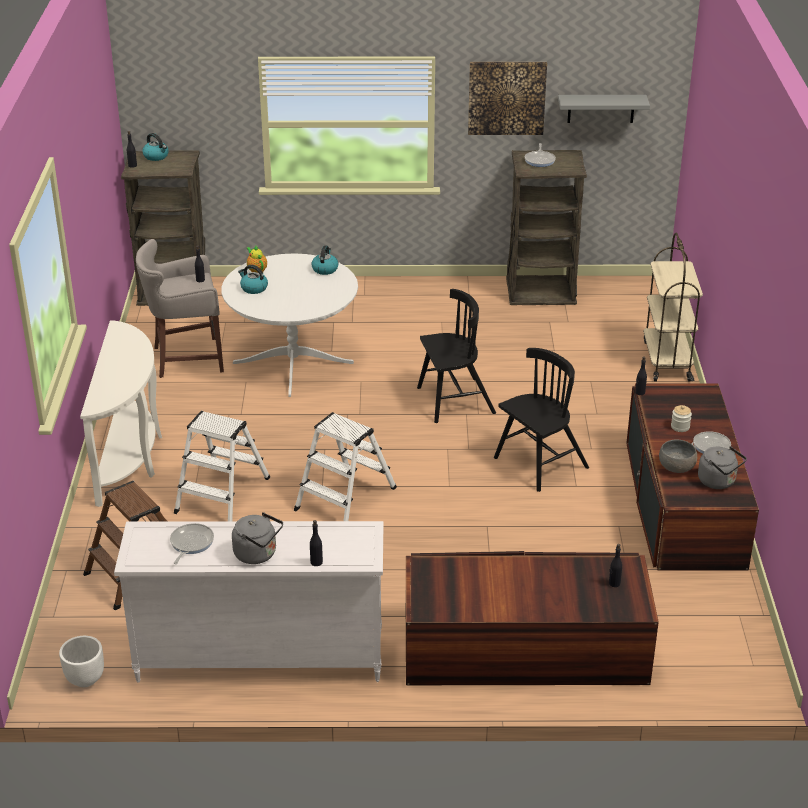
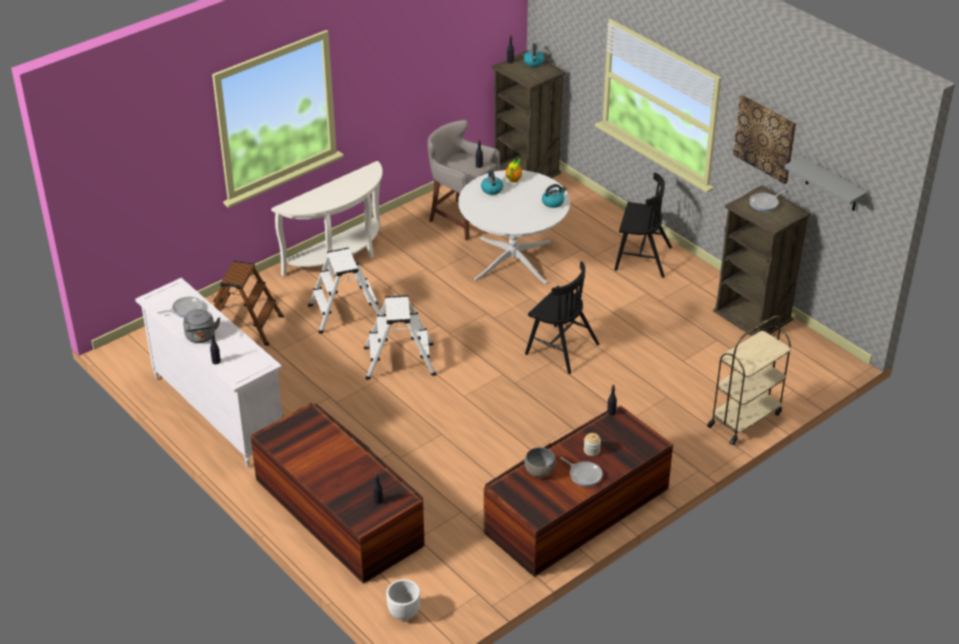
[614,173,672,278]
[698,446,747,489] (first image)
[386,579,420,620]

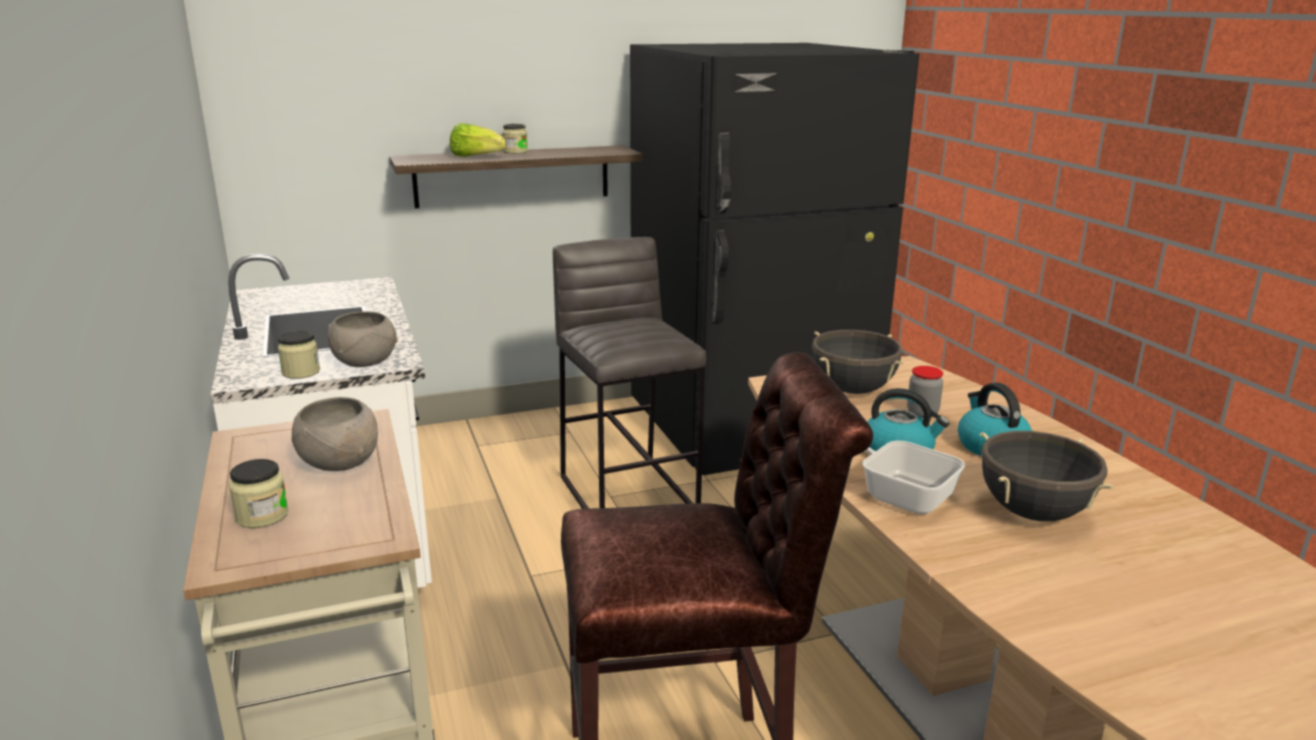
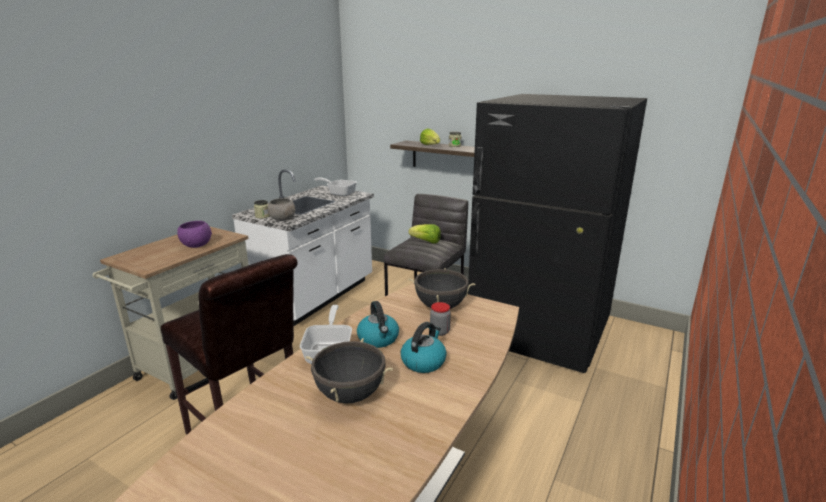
[178,221,212,248]
[229,459,289,528] (first image)
[314,177,357,196]
[408,224,441,244]

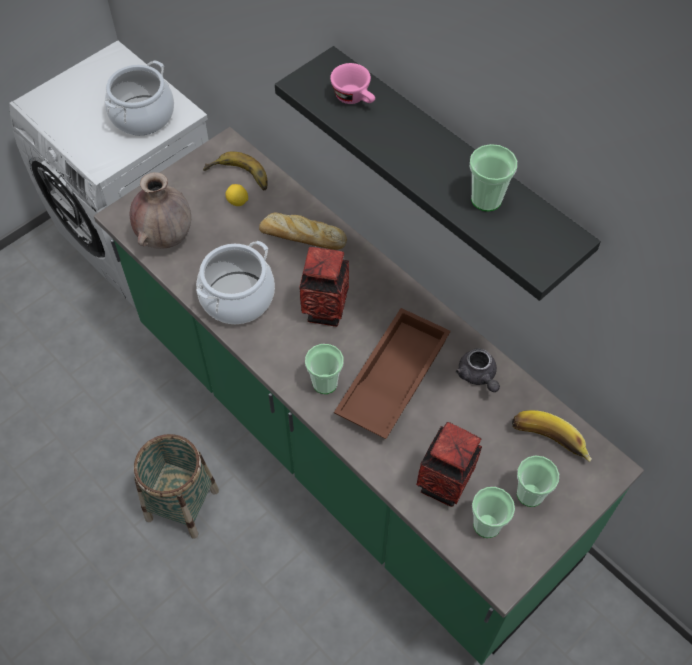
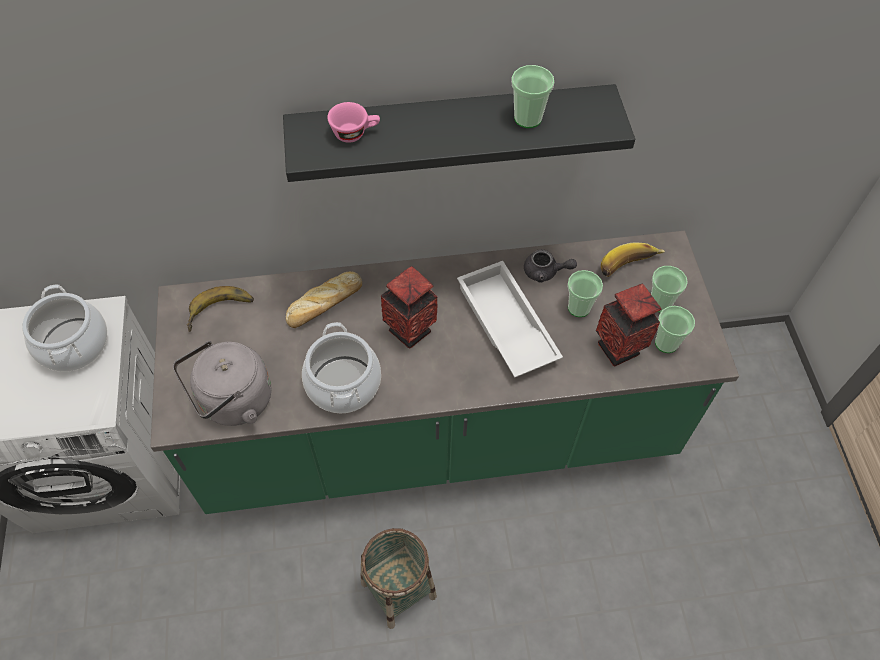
[173,341,271,426]
[225,184,248,206] (first image)
[457,261,563,378]
[567,270,603,317]

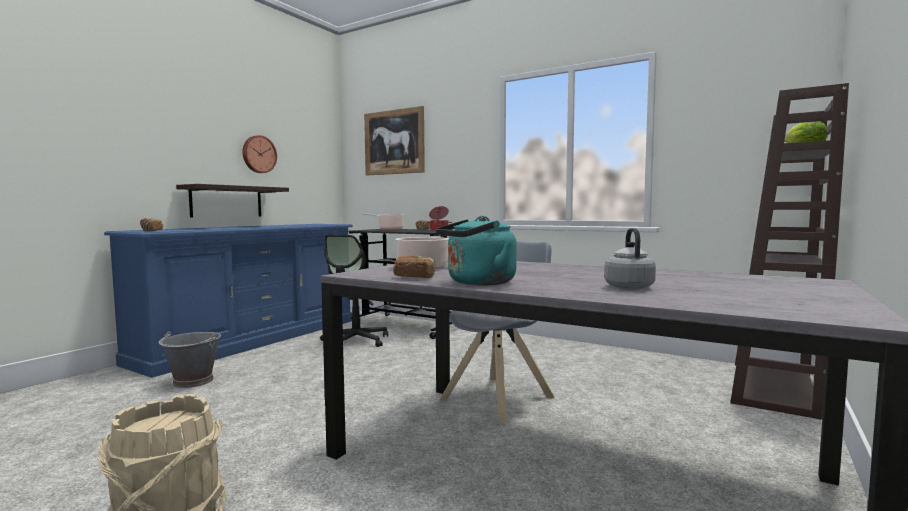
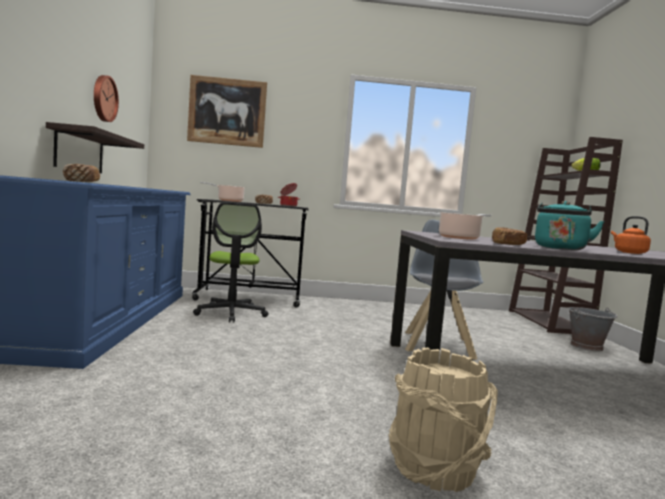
[611,216,651,254]
[568,307,618,352]

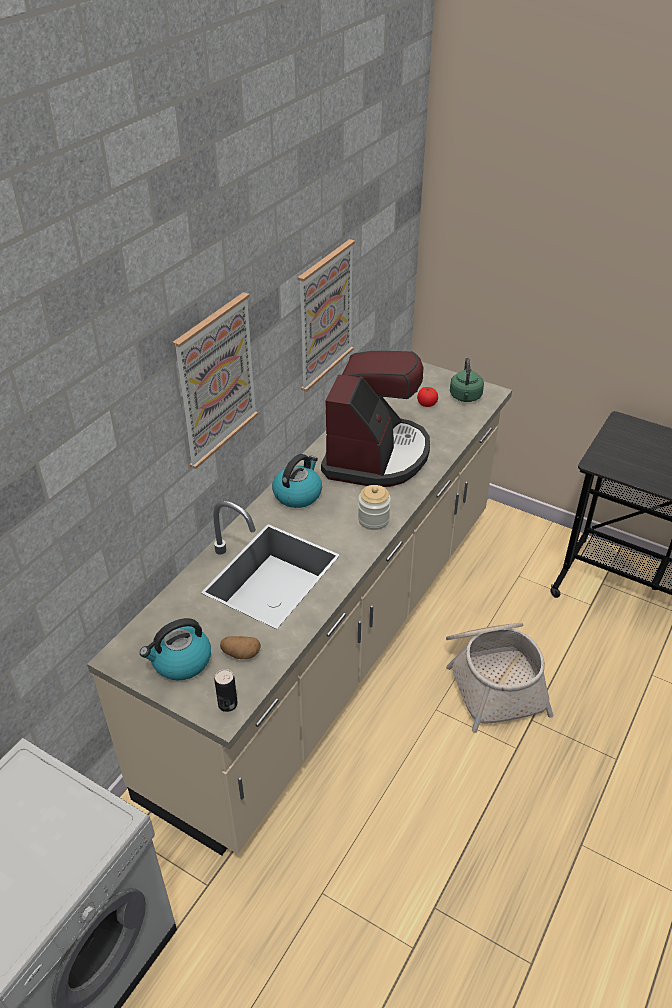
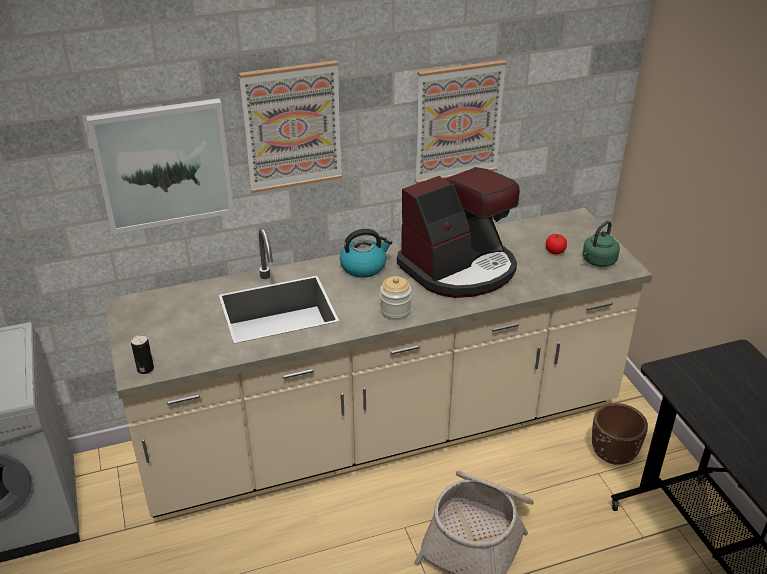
[140,618,211,681] (first image)
[220,636,261,659] (first image)
[86,98,234,234]
[592,403,648,464]

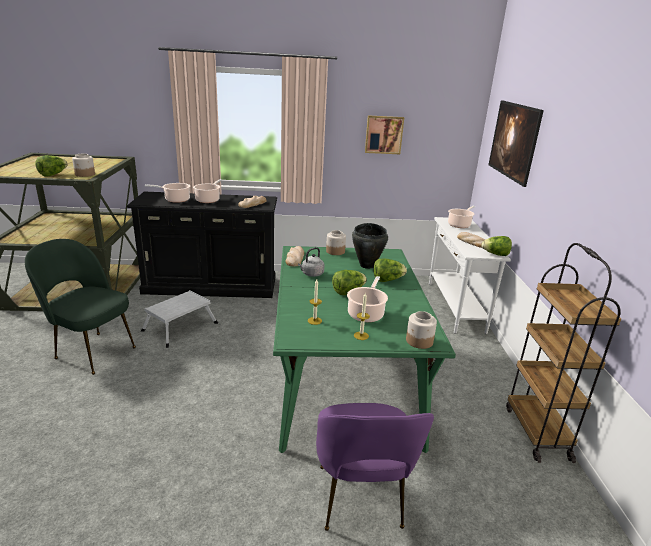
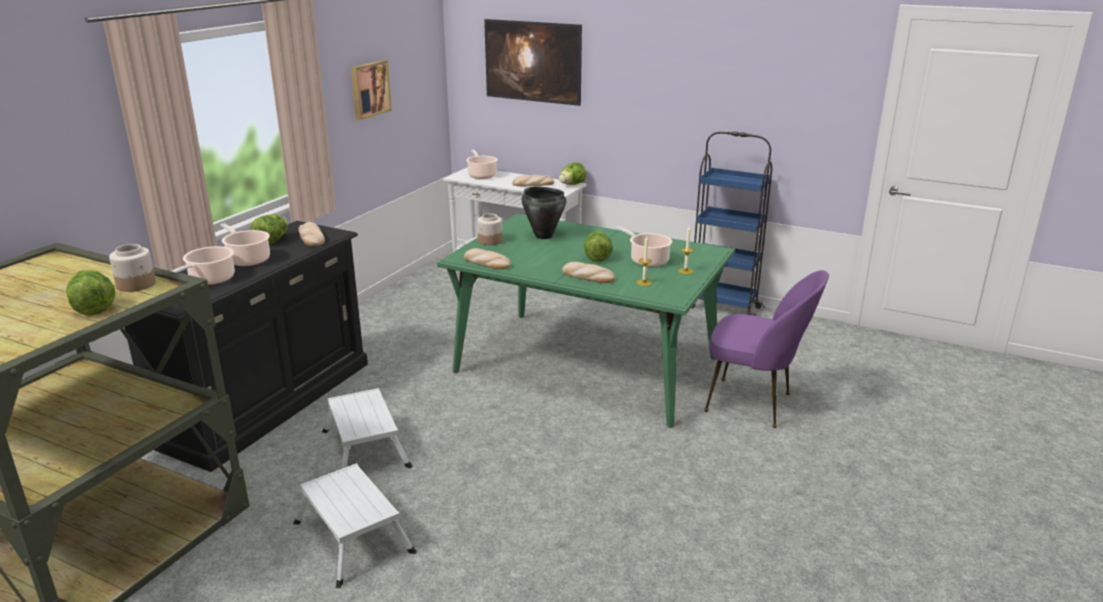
[293,463,417,588]
[692,132,772,316]
[298,247,325,277] (first image)
[251,214,288,245]
[406,311,437,349] (first image)
[562,262,615,283]

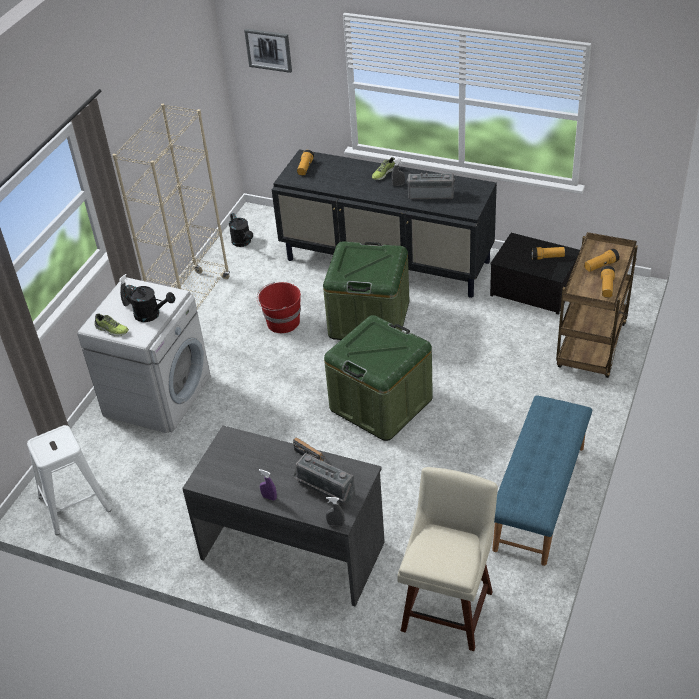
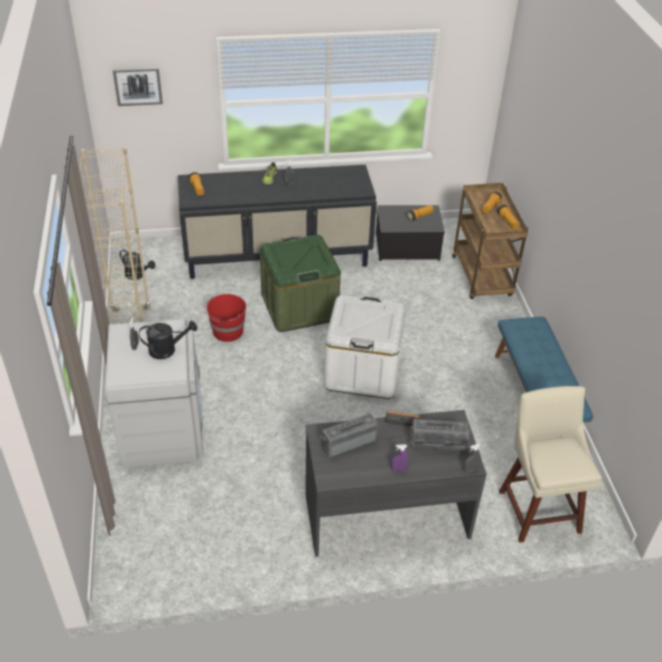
[319,413,378,458]
[95,314,129,336] (first image)
[324,295,406,399]
[27,425,111,535] (first image)

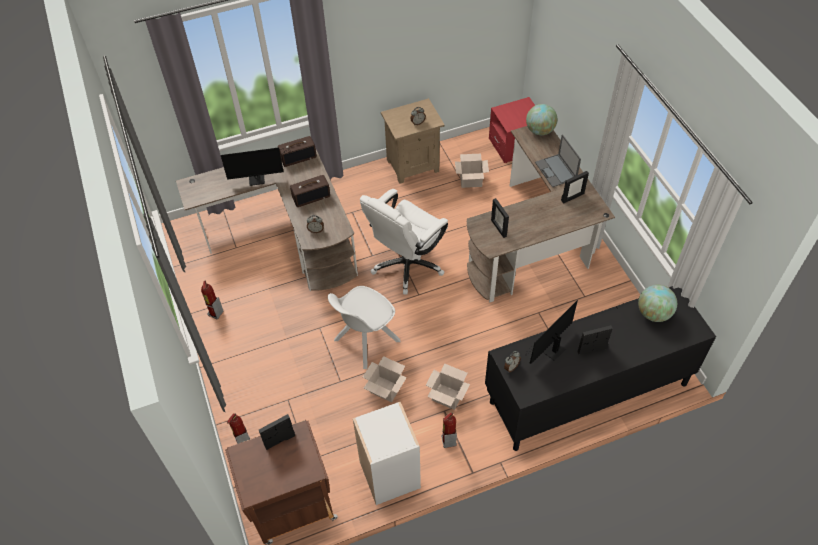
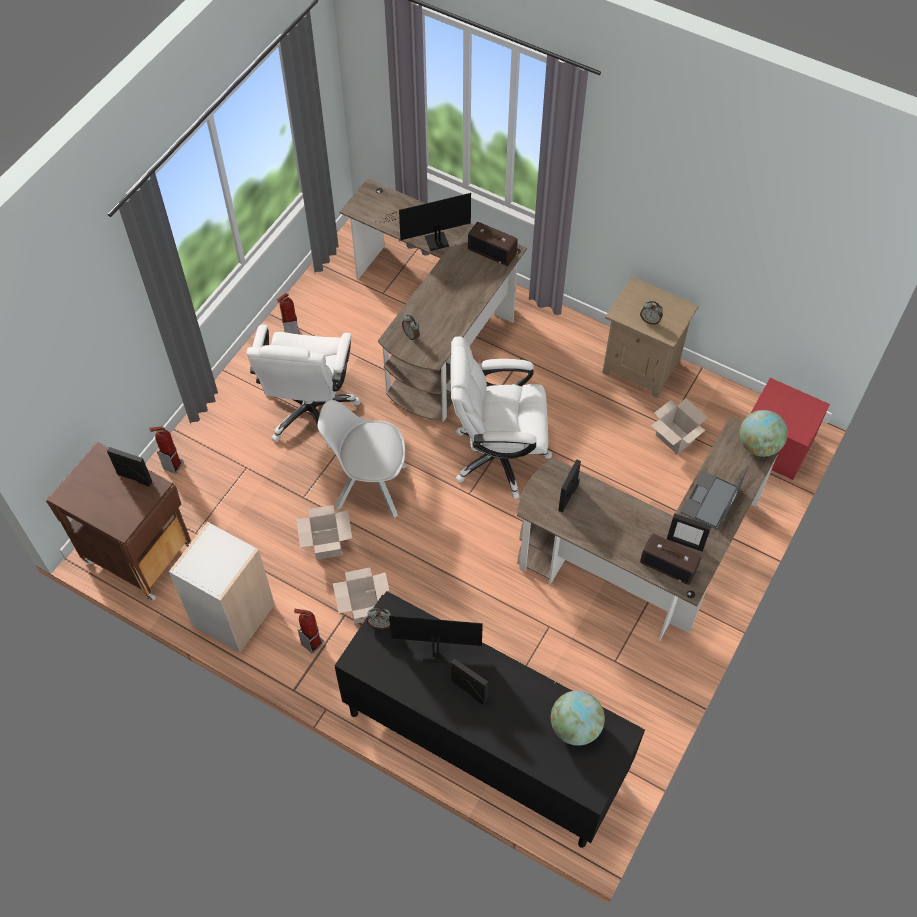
[378,193,471,251]
[640,534,702,585]
[247,324,361,448]

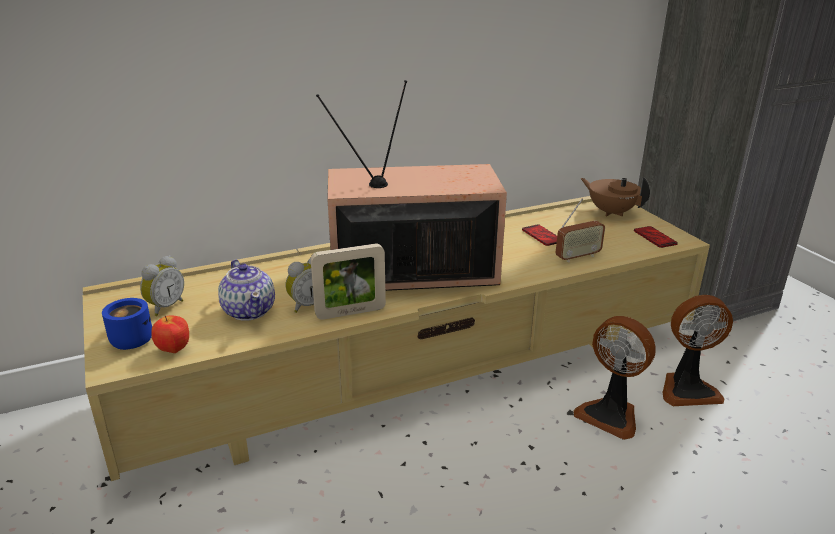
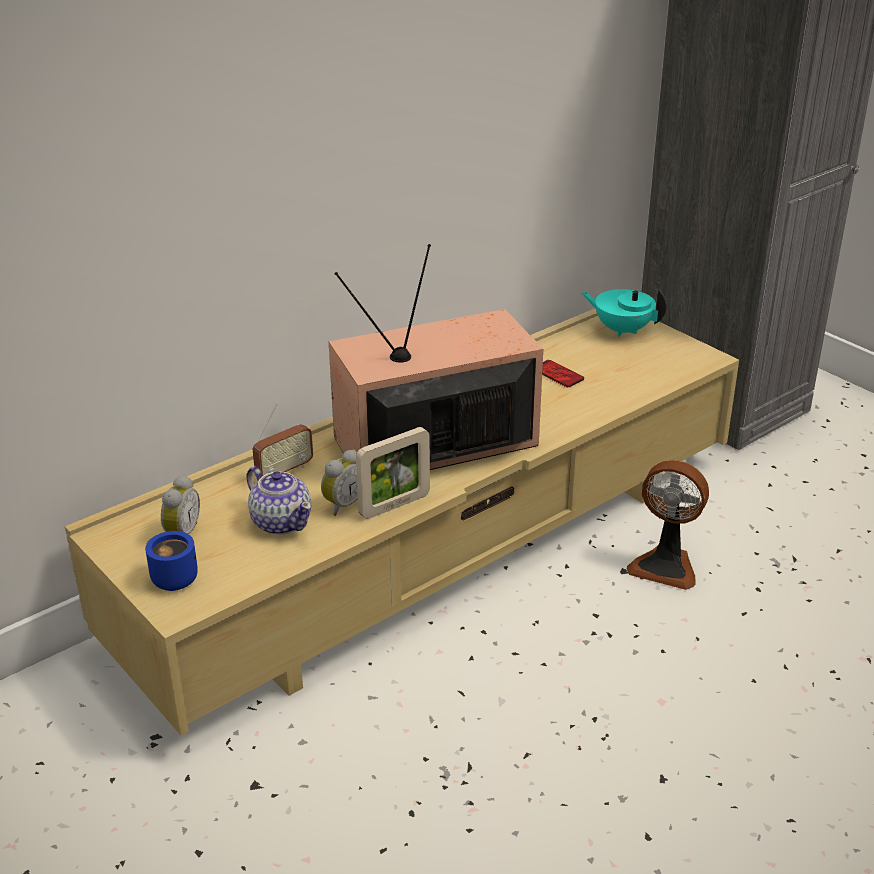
[582,289,667,337]
[252,404,313,476]
[634,226,678,248] (first image)
[662,295,733,406] (first image)
[151,315,189,353] (first image)

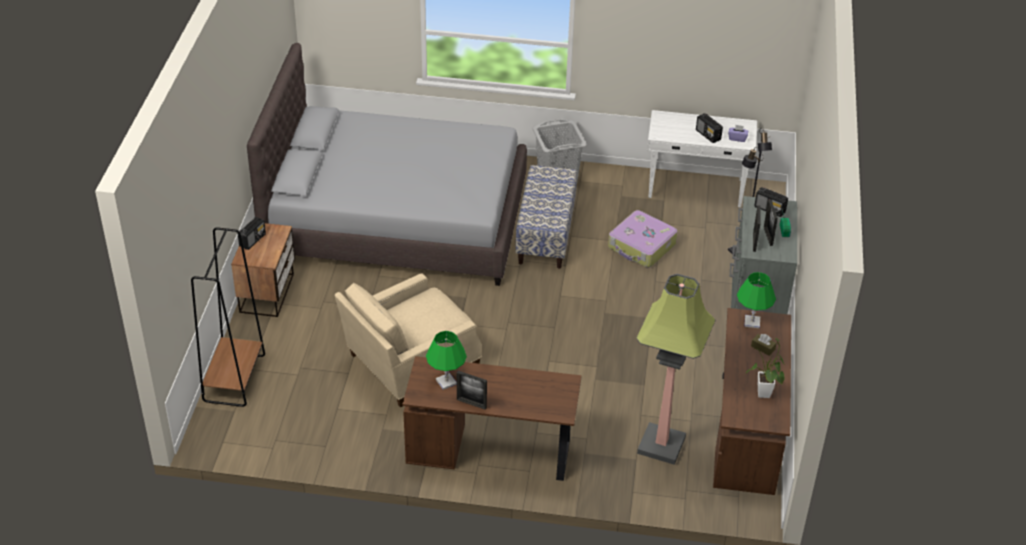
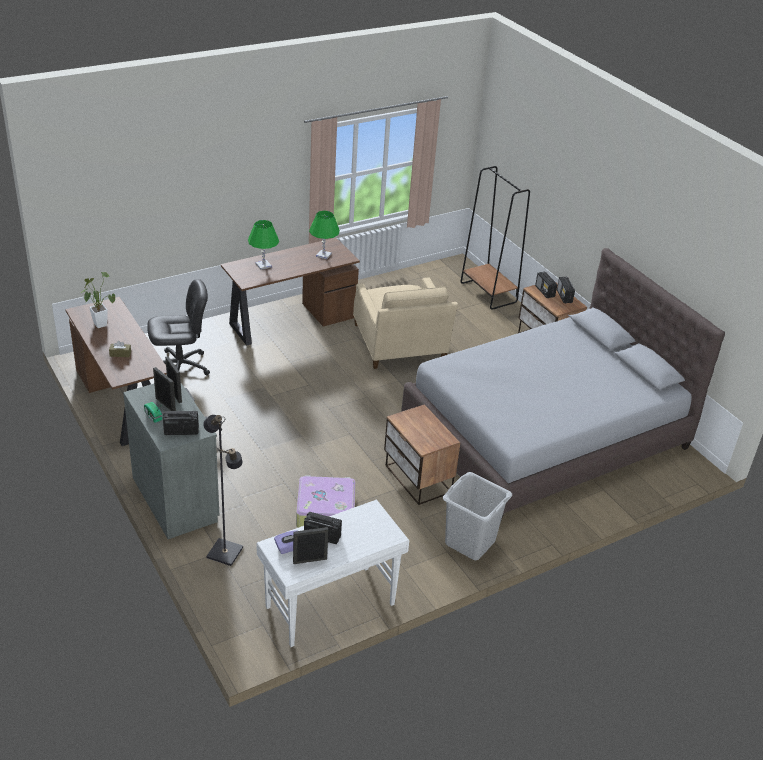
[384,404,460,505]
[248,220,279,270]
[353,278,458,369]
[147,279,210,375]
[293,527,328,564]
[535,272,557,298]

